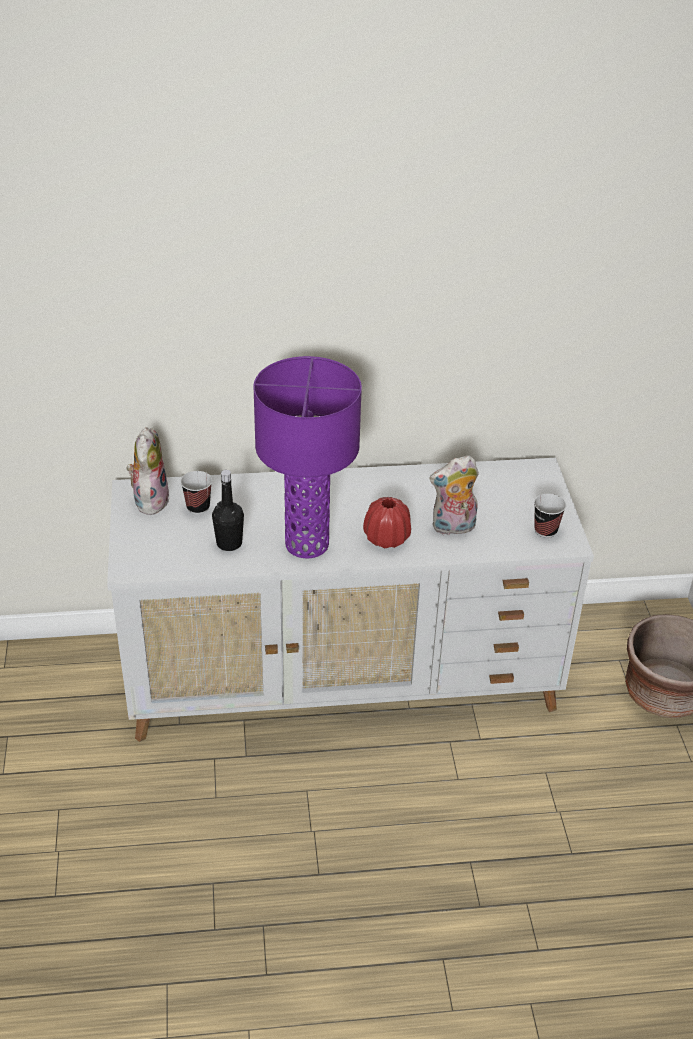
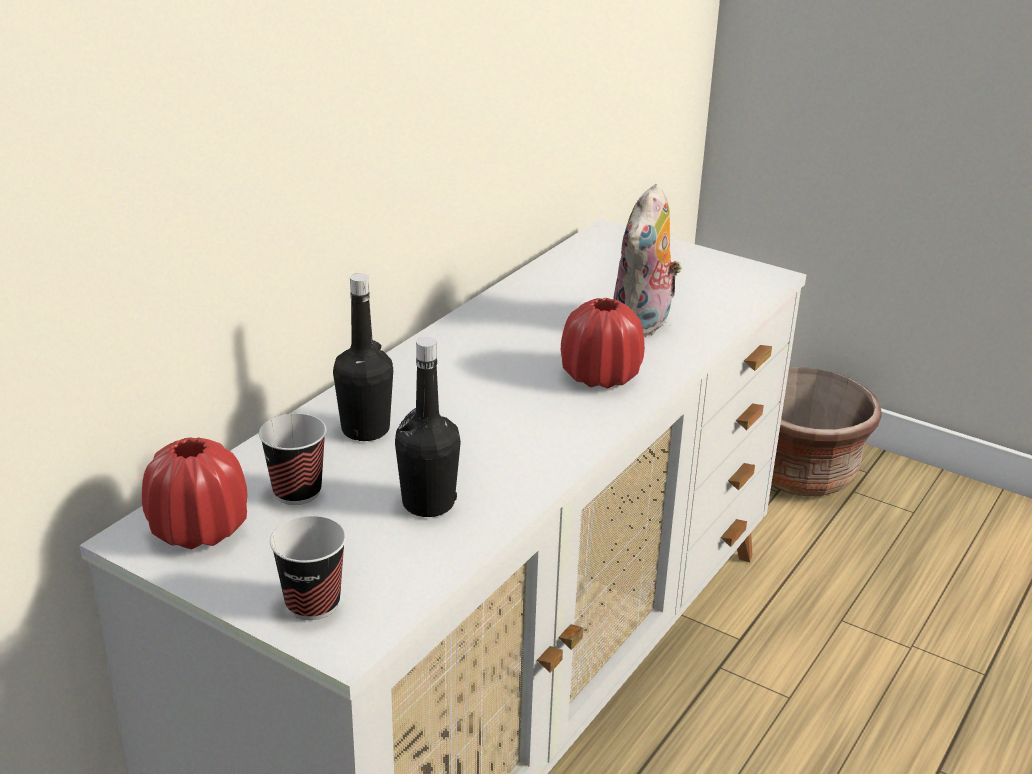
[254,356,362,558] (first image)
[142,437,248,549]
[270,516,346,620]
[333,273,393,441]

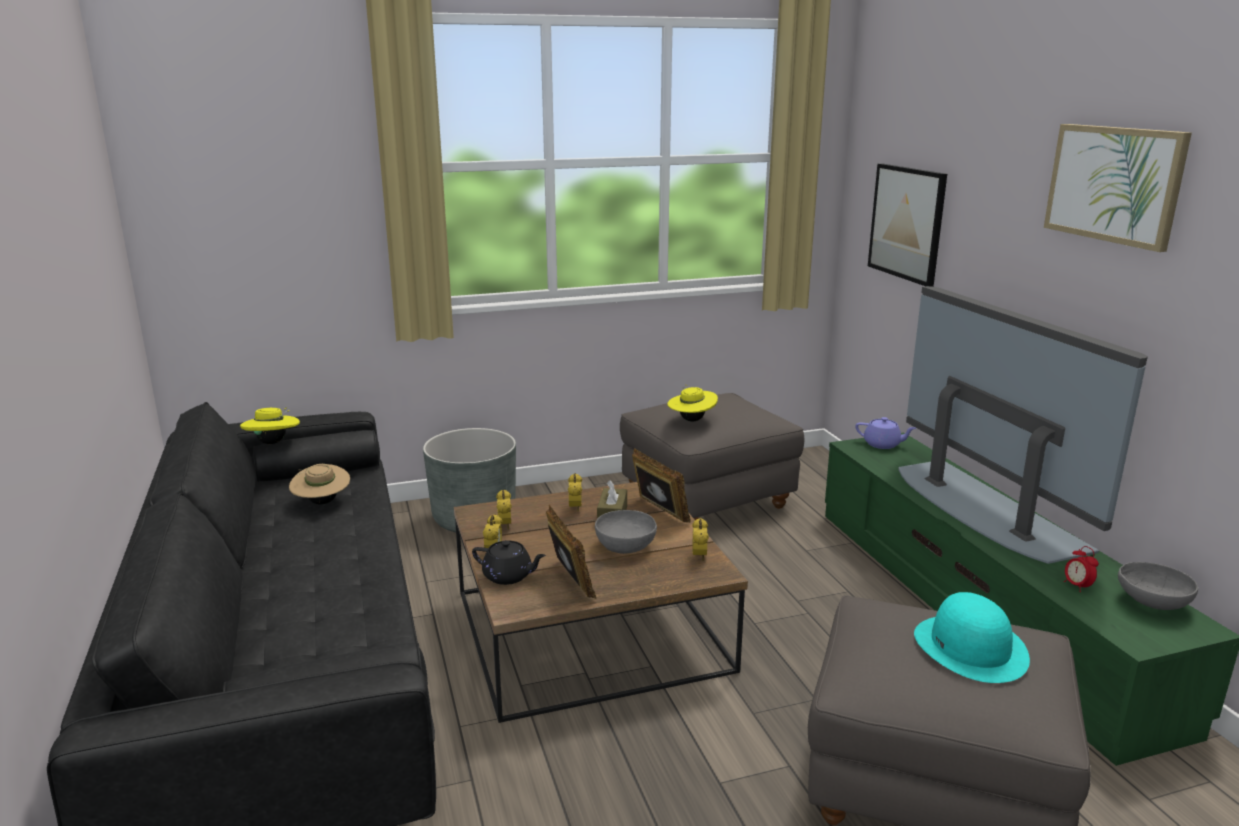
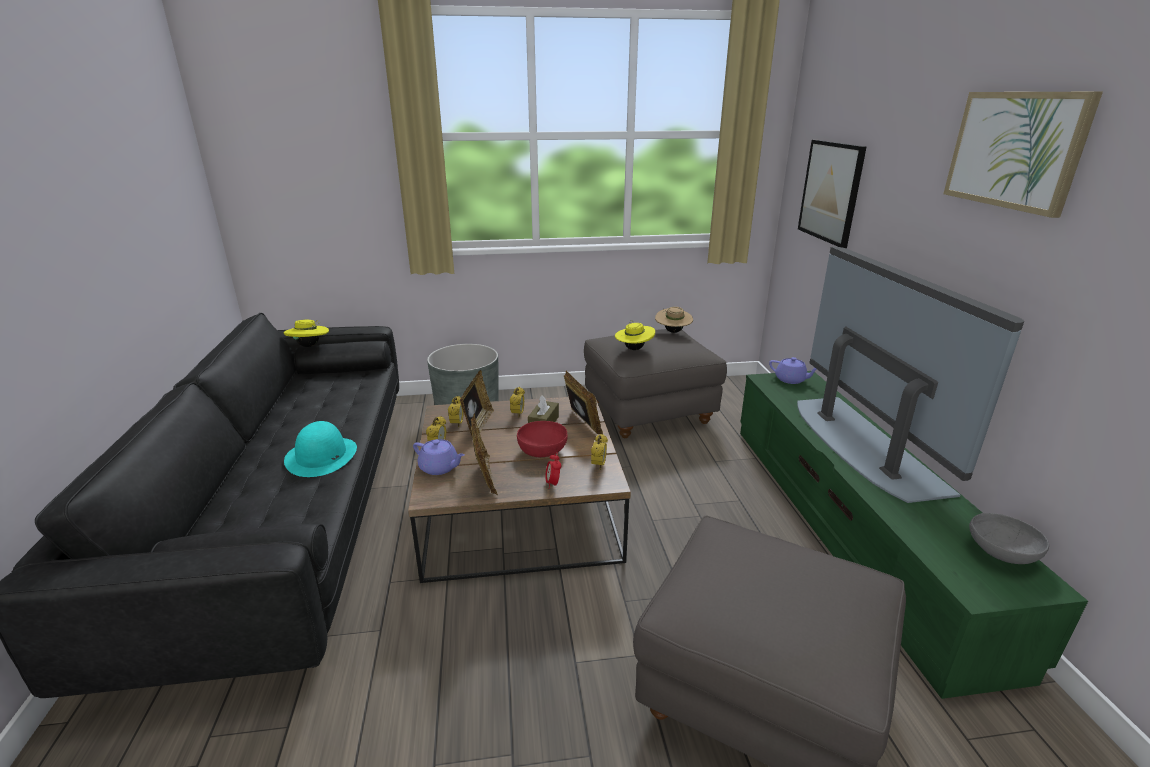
[655,307,693,333]
[517,421,568,457]
[413,439,465,475]
[546,452,562,487]
[284,421,357,477]
[460,370,494,436]

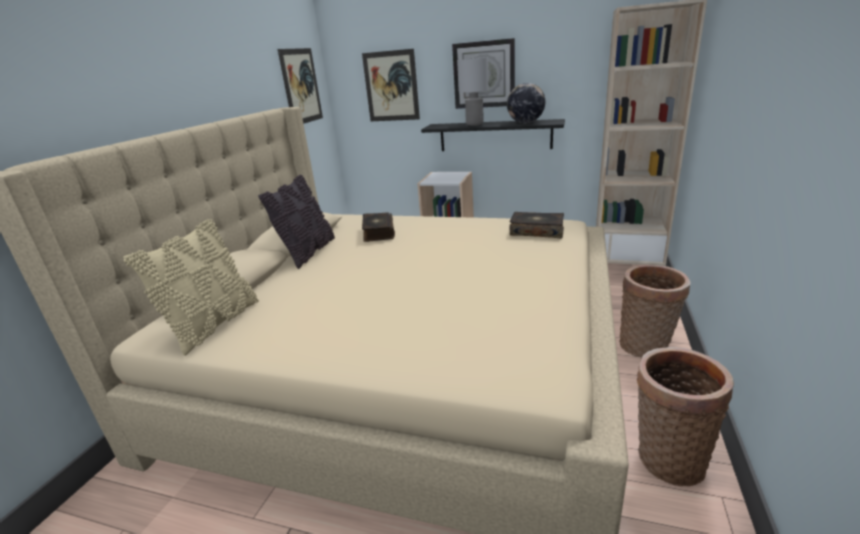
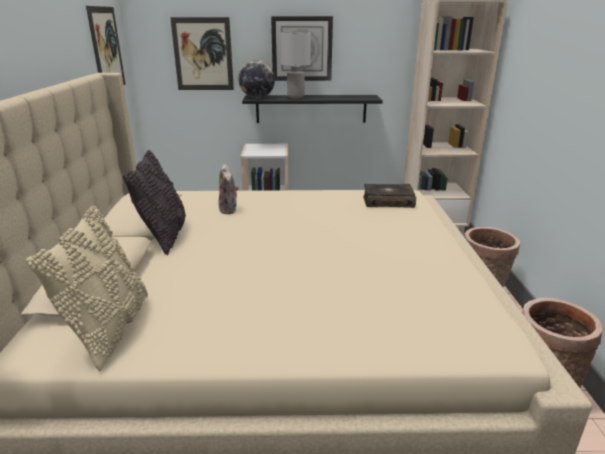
[239,60,275,98]
[218,164,239,214]

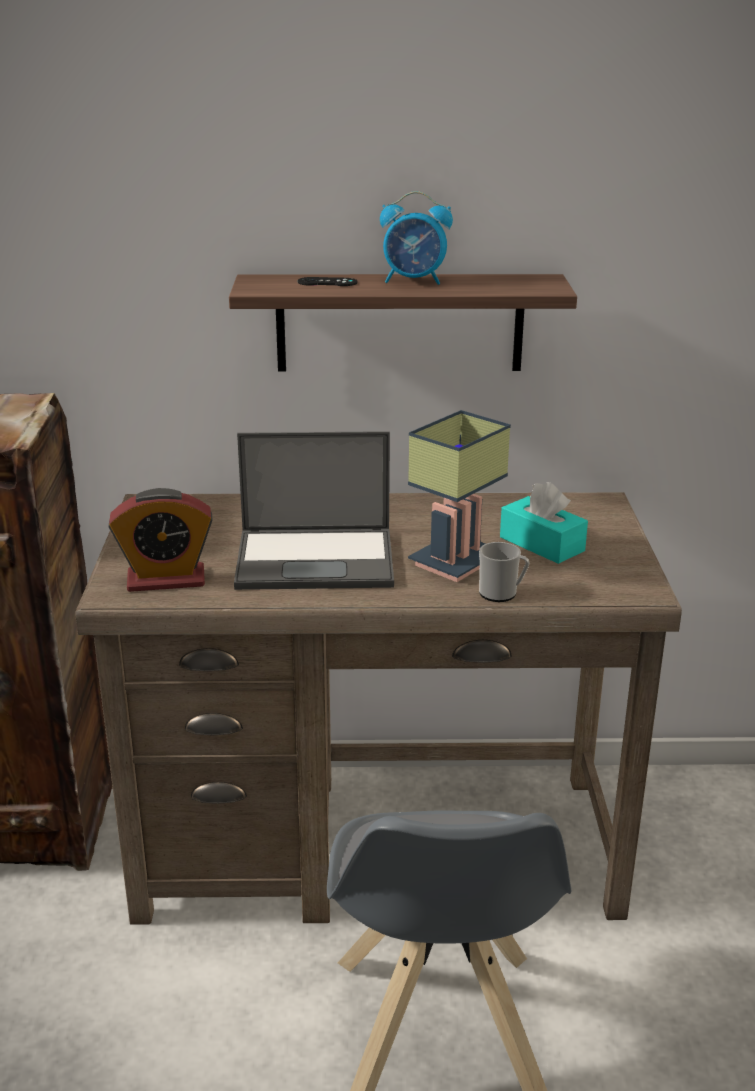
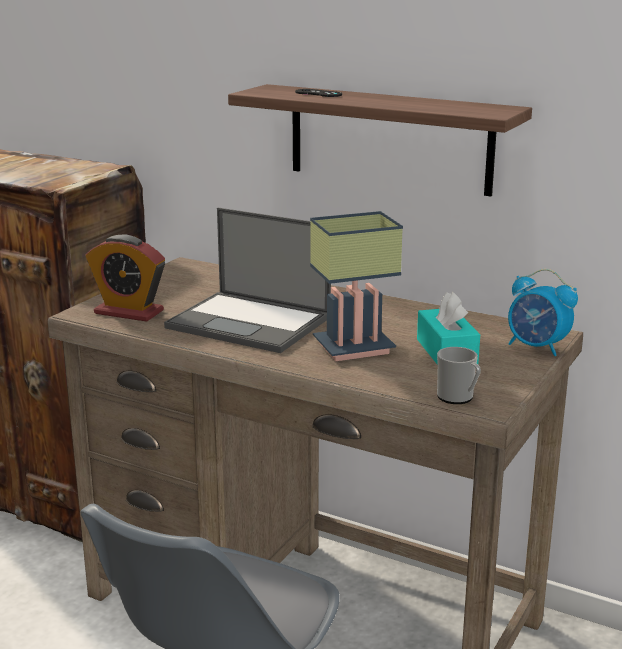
[508,269,578,356]
[437,347,481,404]

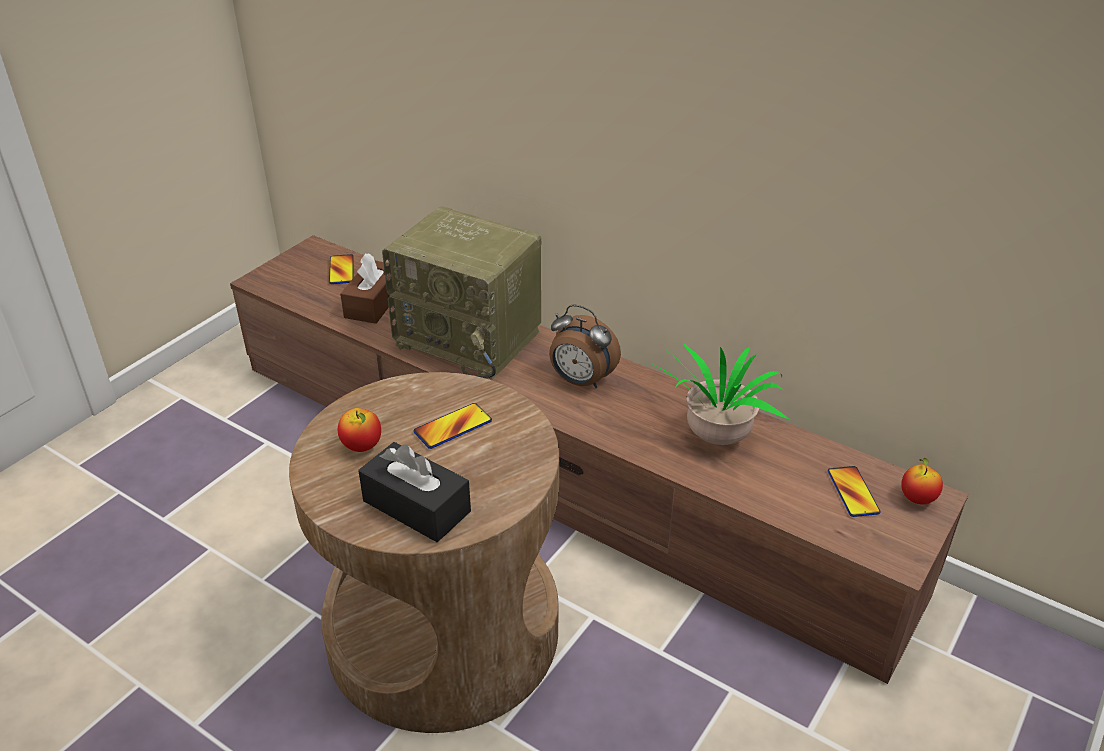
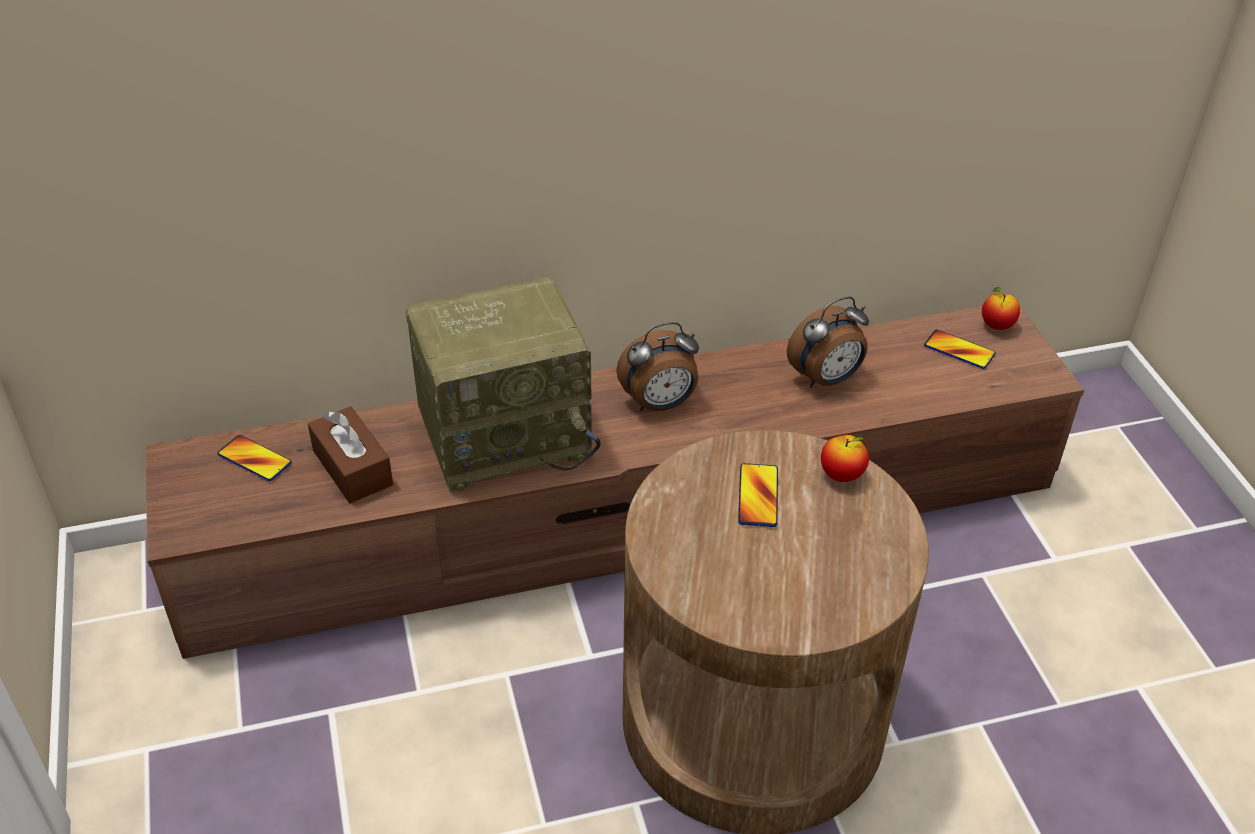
[787,296,869,387]
[821,435,869,482]
[358,442,471,542] (first image)

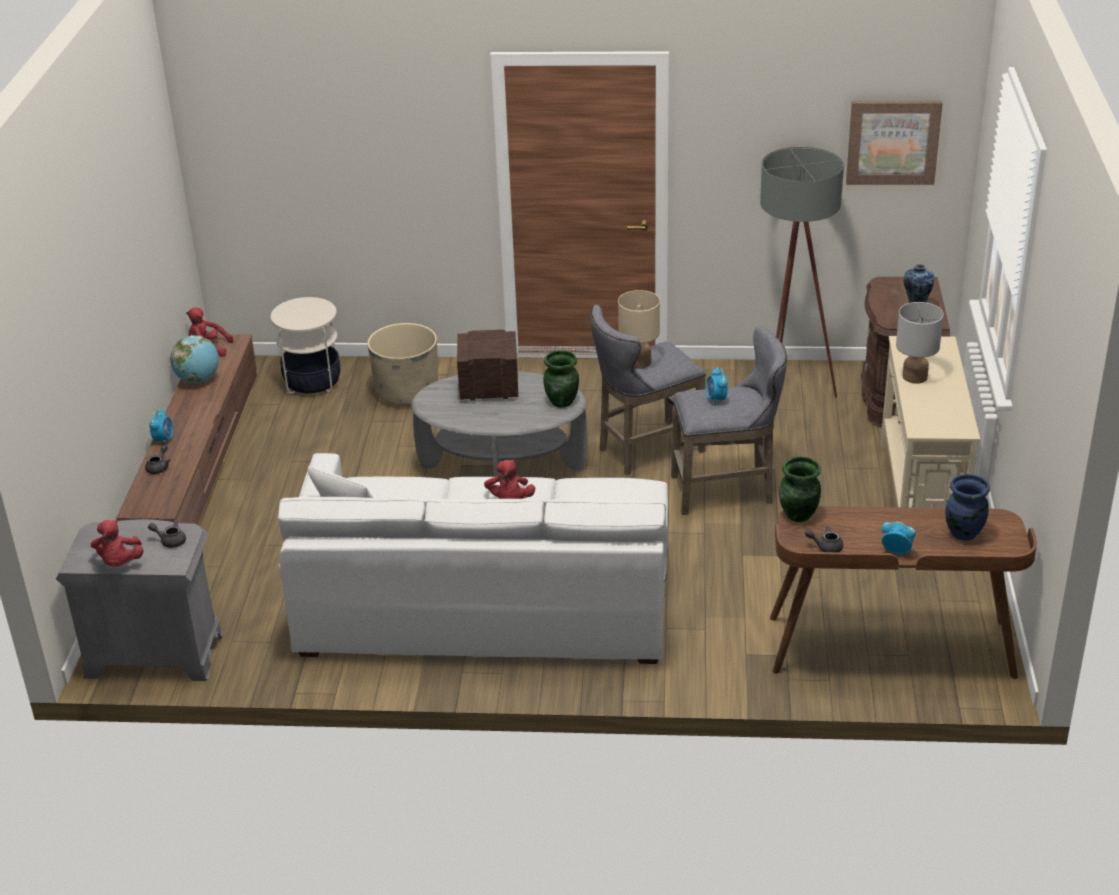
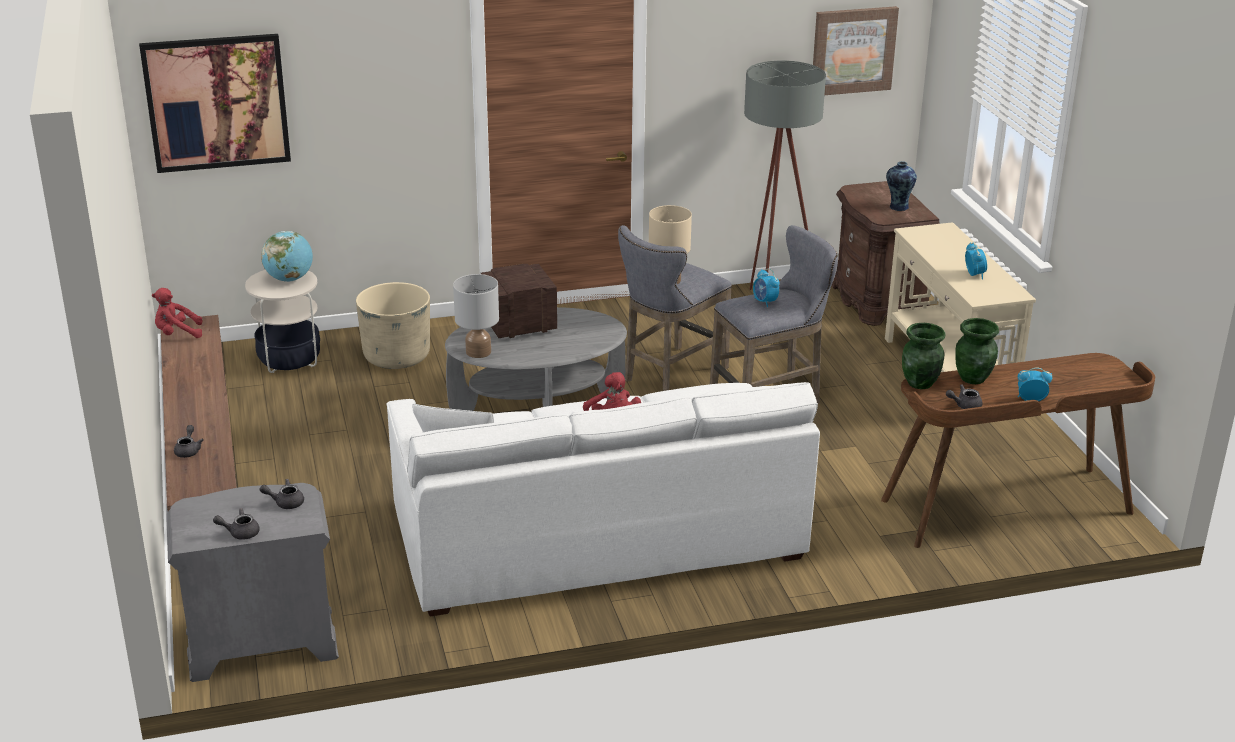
[453,274,499,358]
[261,231,313,282]
[955,318,999,384]
[965,242,987,279]
[946,474,990,541] (first image)
[213,508,260,540]
[139,34,291,173]

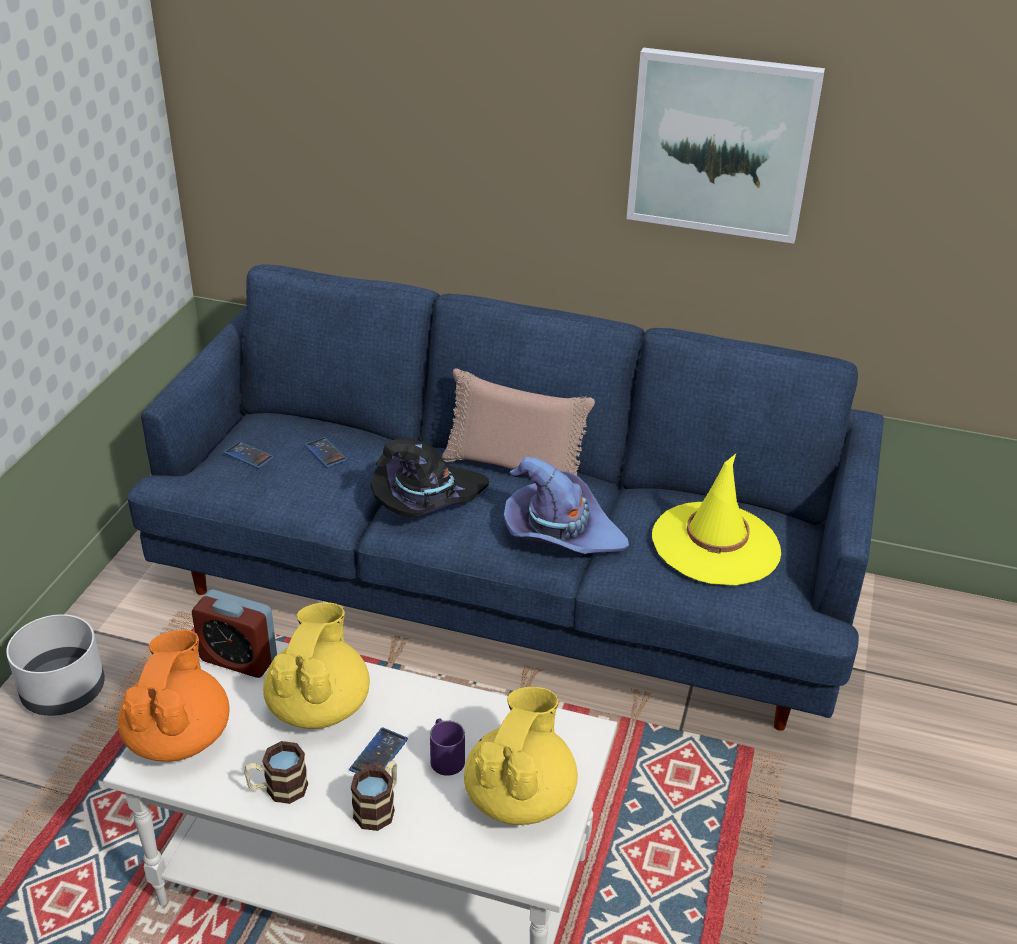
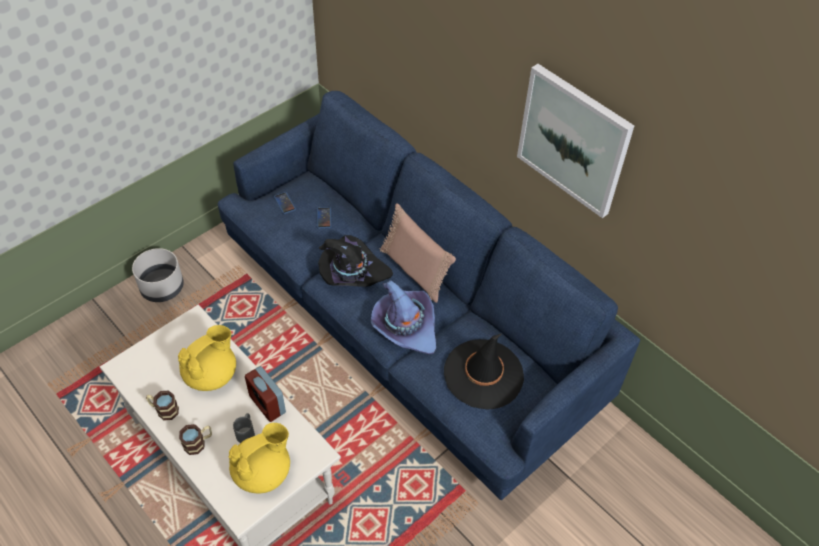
[444,334,524,410]
[245,366,286,422]
[118,630,230,762] (first image)
[233,413,255,443]
[349,727,408,773] (first image)

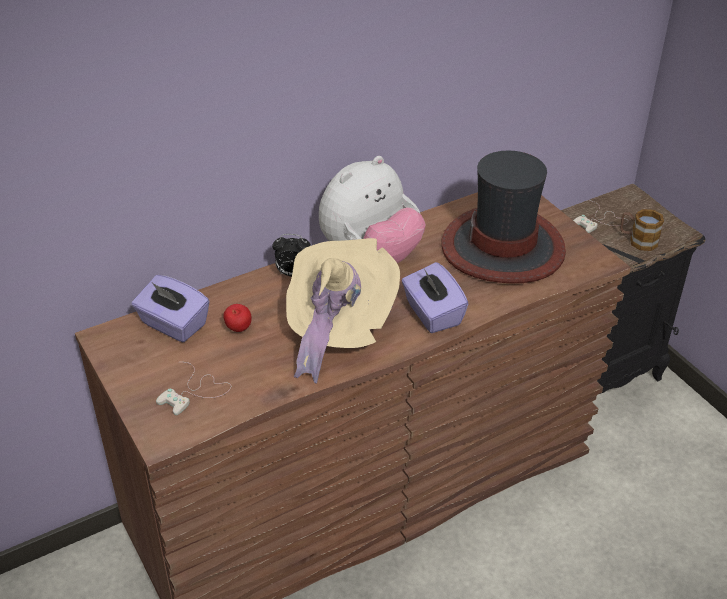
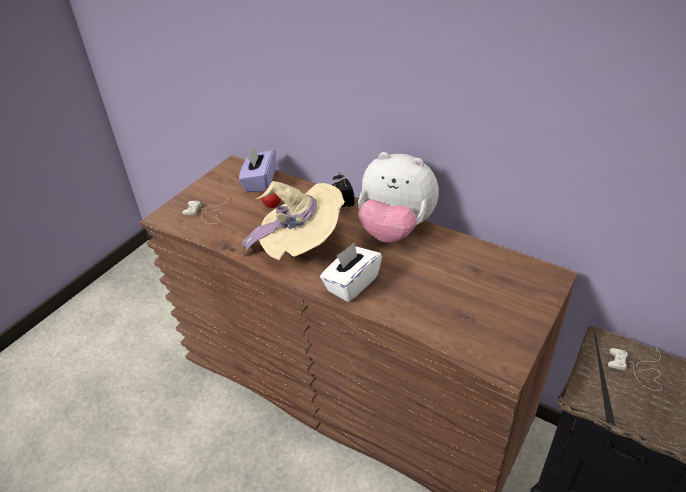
[441,150,566,283] (first image)
[620,209,664,251] (first image)
[320,243,382,302]

